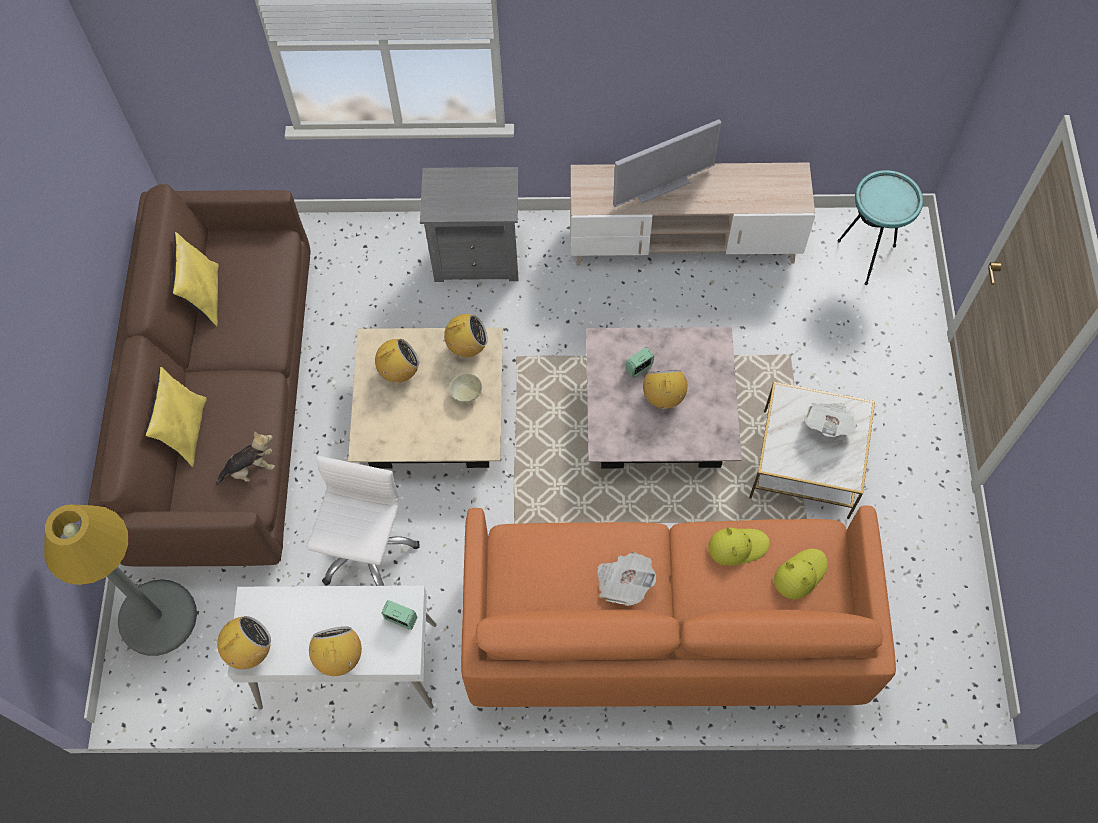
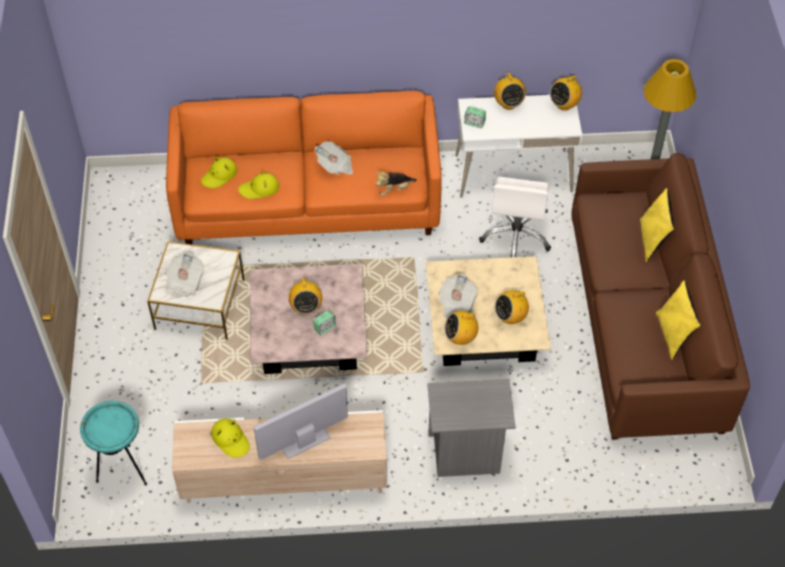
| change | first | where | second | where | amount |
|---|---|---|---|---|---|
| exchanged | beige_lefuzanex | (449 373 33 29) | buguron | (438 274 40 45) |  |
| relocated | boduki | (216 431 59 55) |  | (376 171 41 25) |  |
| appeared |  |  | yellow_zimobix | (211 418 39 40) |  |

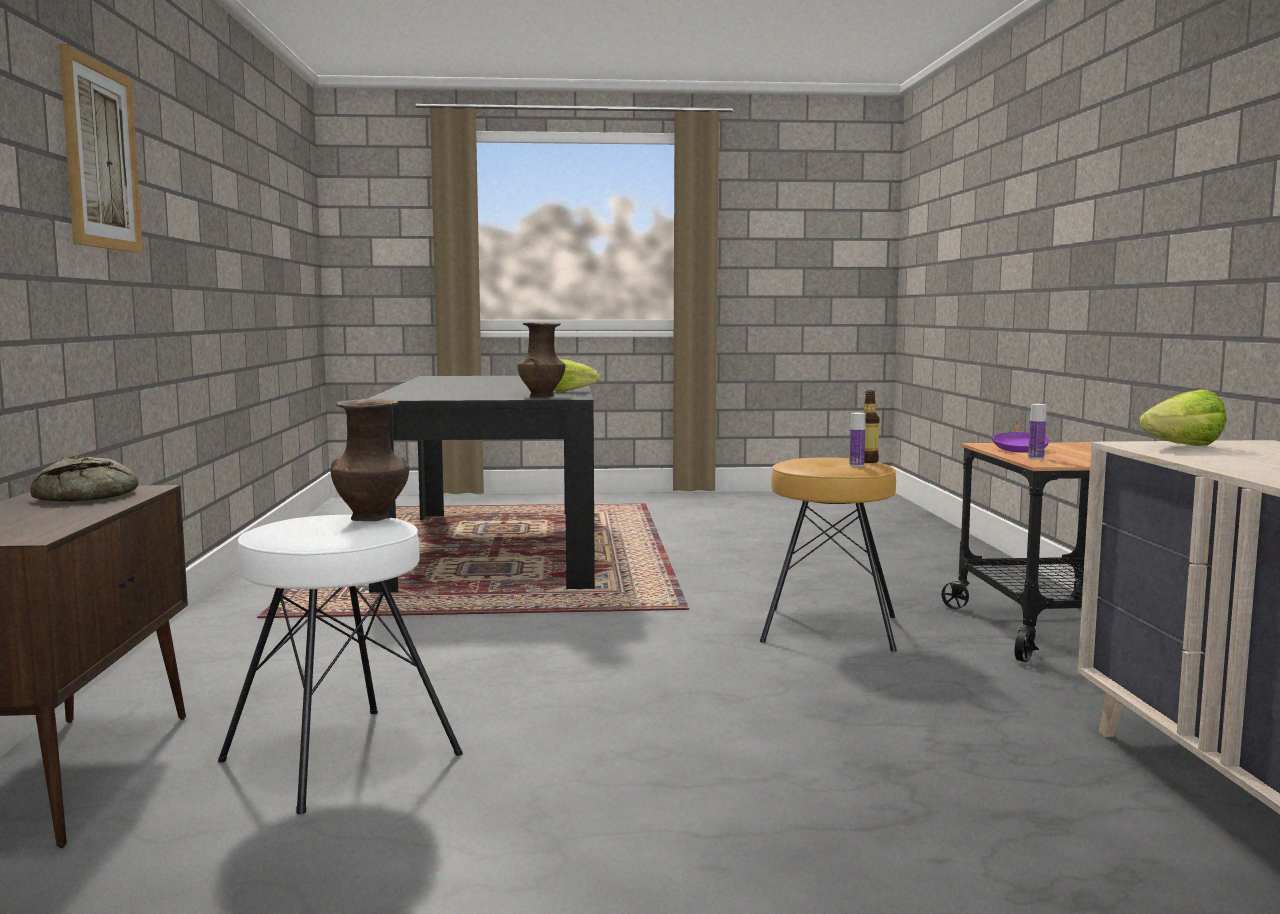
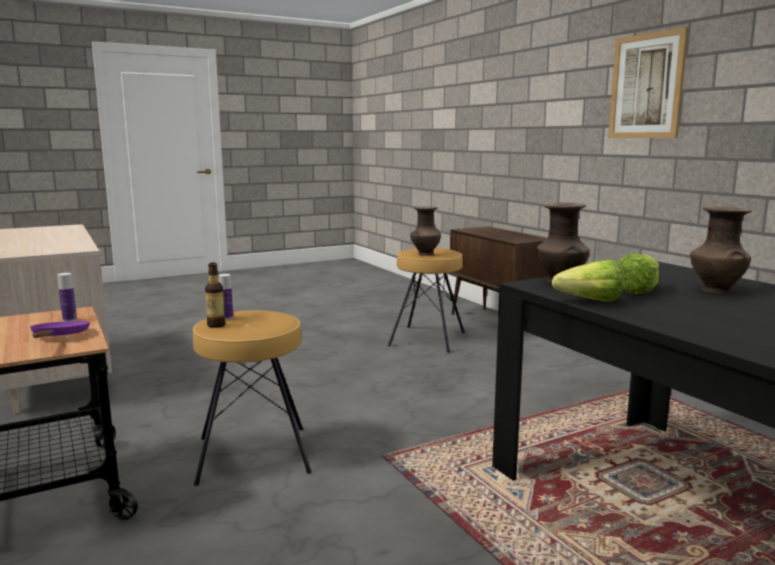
| change | first | where | second | where | amount |
|---|---|---|---|---|---|
| relocated | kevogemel | (1140 389 87 57) |  | (619 254 40 40) |  |
| missing | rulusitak | (30 456 108 46) |  |  |  |
| colour | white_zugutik | (218 515 245 299) | brown_zugutik | (388 248 77 105) |  |
| appeared |  |  | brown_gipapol | (690 206 62 88) |  |

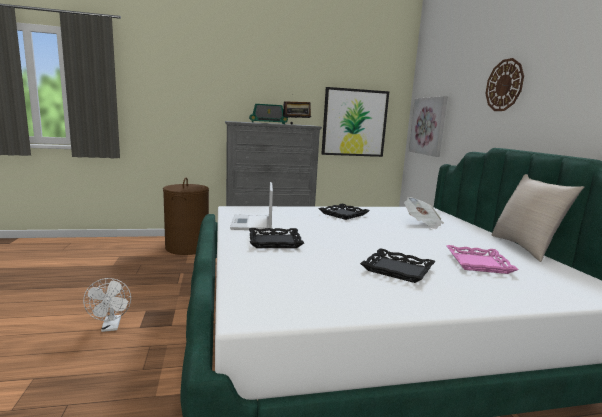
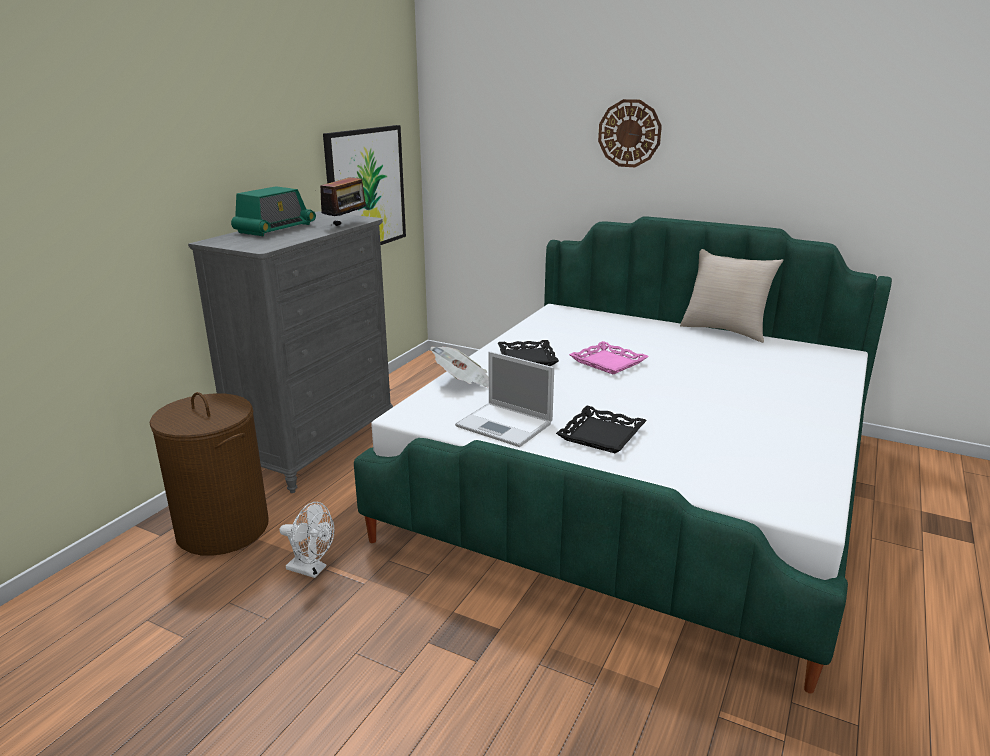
| change | first | where | second | where | amount |
|---|---|---|---|---|---|
| missing | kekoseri | (409 96 39 61) |  |  |  |
| relocated | buguron | (404 197 40 32) |  | (430 347 59 41) |  |
| relocated | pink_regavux | (446 245 73 29) |  | (569 341 80 34) |  |
| missing | black_regavux | (360 248 76 35) |  |  |  |
| relocated | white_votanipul | (83 278 48 54) |  | (279 502 55 76) |  |

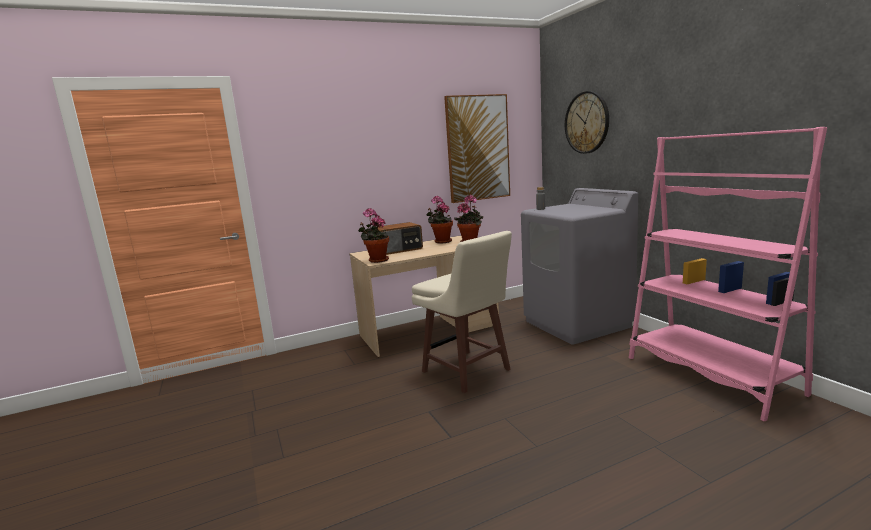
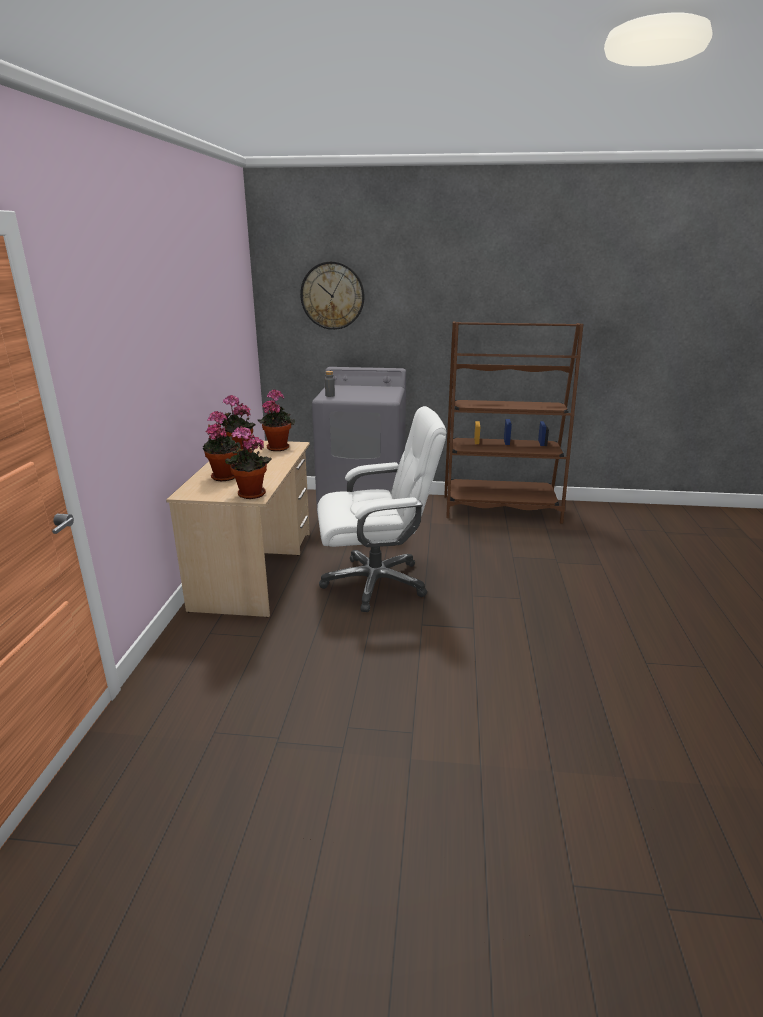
| change | first | where | second | where | amount |
|---|---|---|---|---|---|
| missing | kekoseri | (444 94 66 109) |  |  |  |
| colour | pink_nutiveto | (629 127 198 294) | brown_nutiveto | (444 322 139 202) |  |
| exchanged | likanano | (378 222 45 33) | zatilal | (202 411 39 71) |  |
| exchanged | beige_zugutik | (412 231 100 162) | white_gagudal | (317 406 130 206) |  |

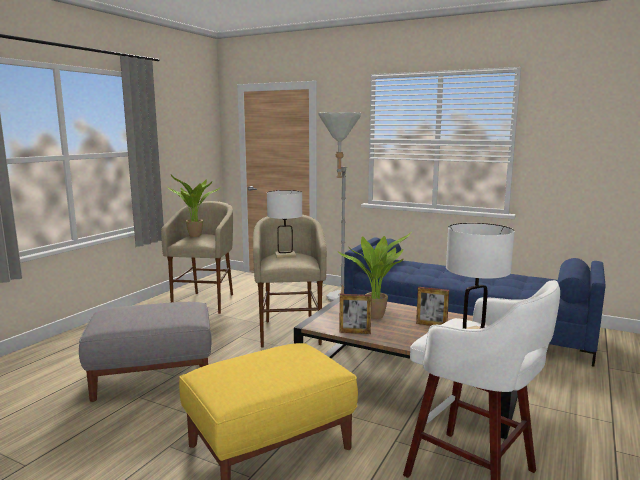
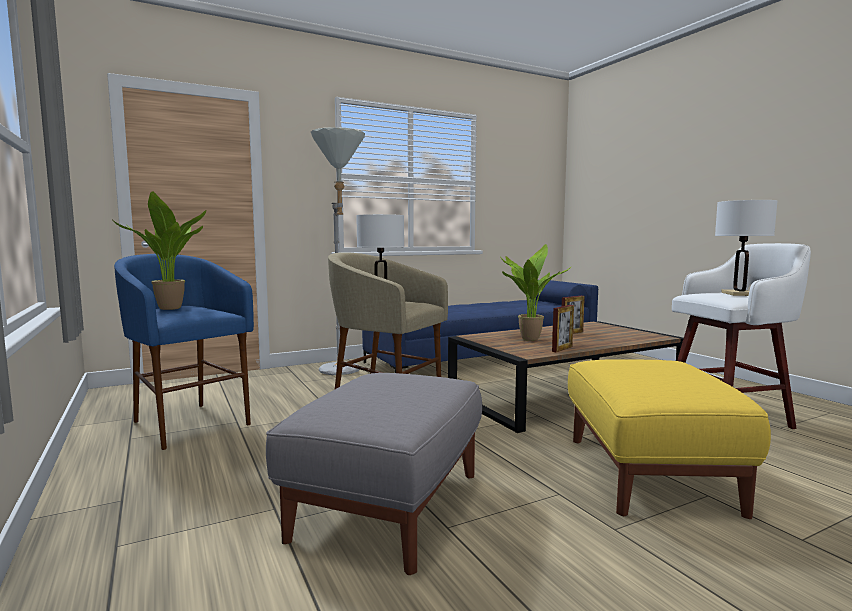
| change | first | where | second | where | amount |
|---|---|---|---|---|---|
| colour | beige_zugutik | (161 201 72 113) | blue_zugutik | (114 254 140 196) |  |

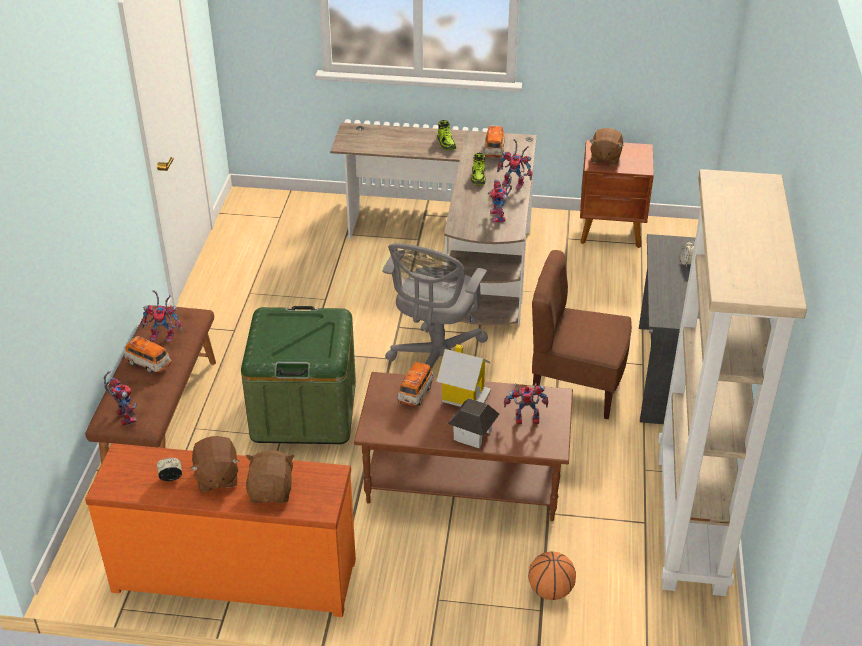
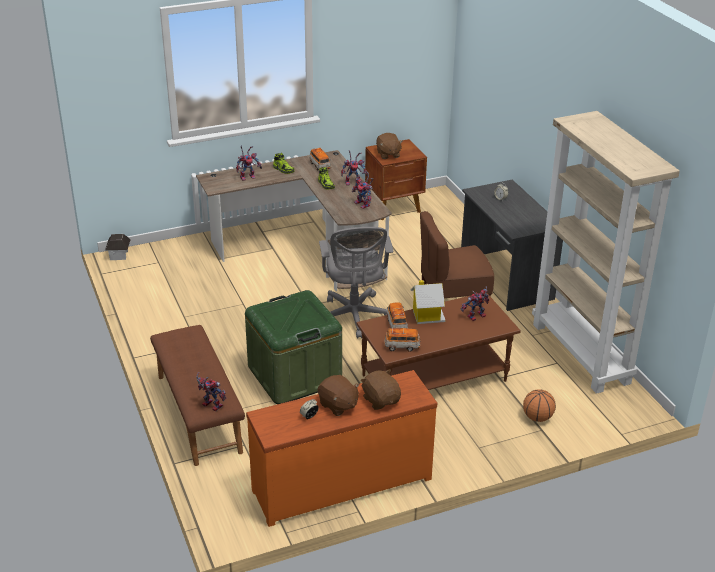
| change | first | where | second | where | amount |
|---|---|---|---|---|---|
| relocated | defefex | (141 290 41 52) |  | (236 145 26 36) |  |
| relocated | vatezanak | (124 336 47 37) |  | (384 327 37 25) |  |
| relocated | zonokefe | (448 398 51 50) |  | (105 234 26 26) |  |

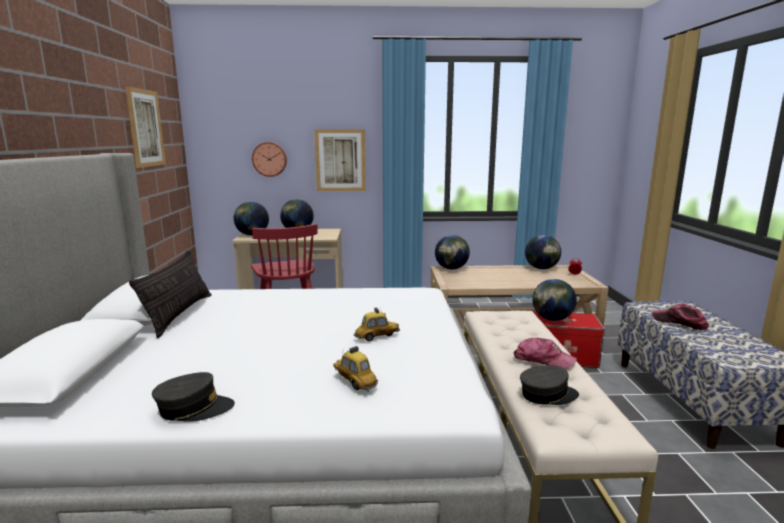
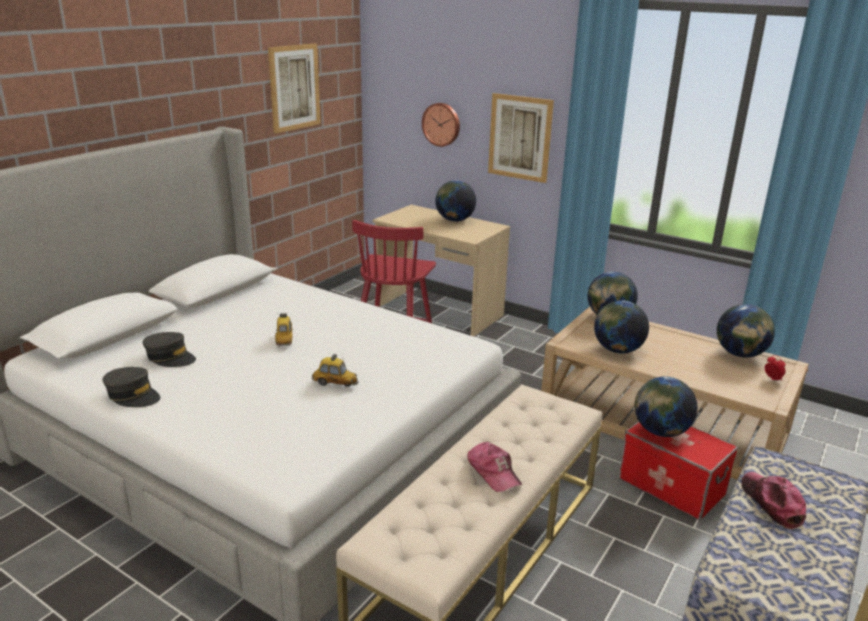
| change | first | where | second | where | amount |
|---|---|---|---|---|---|
| relocated | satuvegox | (234 202 35 34) |  | (594 300 55 54) |  |
| missing | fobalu | (129 250 83 88) |  |  |  |
| relocated | vatezanak | (333 346 45 45) |  | (275 313 18 34) |  |
| relocated | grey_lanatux | (520 365 59 40) |  | (143 332 53 35) |  |

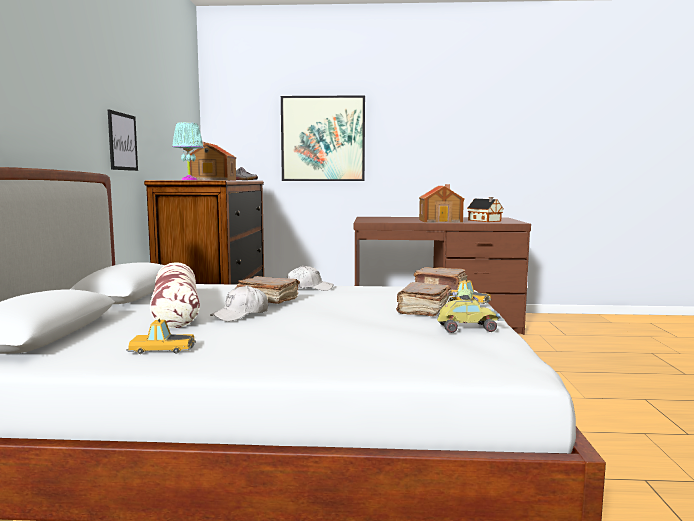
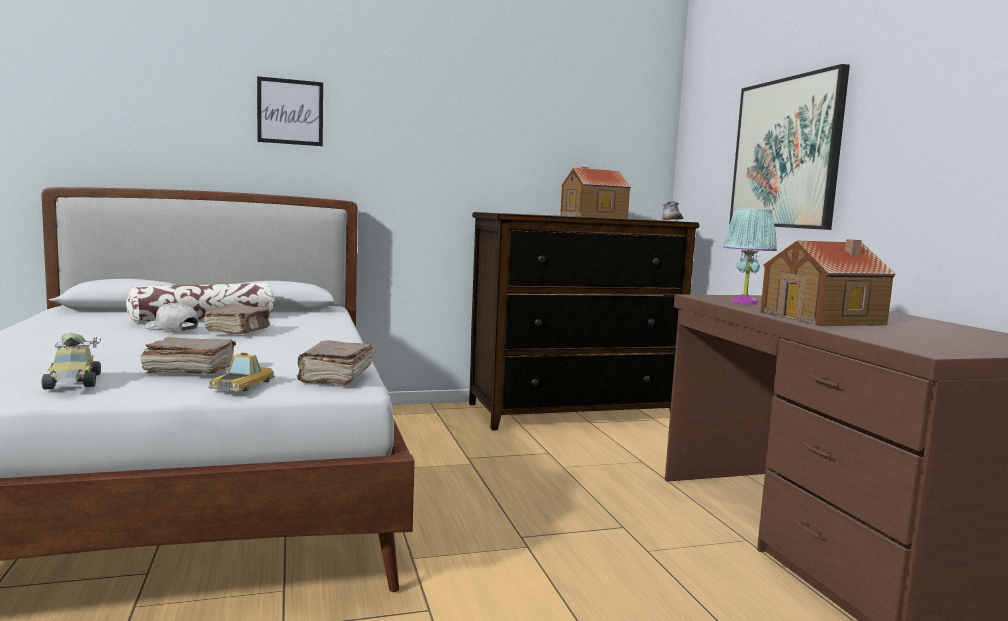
| change | first | where | second | where | amount |
|---|---|---|---|---|---|
| relocated | kekoseri | (108 110 30 61) |  | (257 76 66 70) |  |
| relocated | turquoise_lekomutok | (172 122 32 58) |  | (723 208 54 97) |  |
| missing | zonokefe | (467 197 36 25) |  |  |  |
| missing | white_lanatux | (287 265 47 26) |  |  |  |
| missing | vatezanak | (126 319 70 35) |  |  |  |

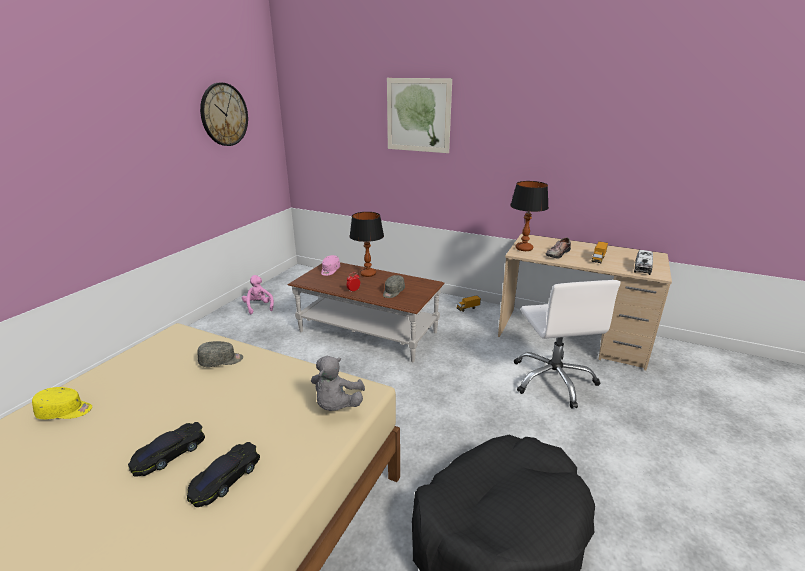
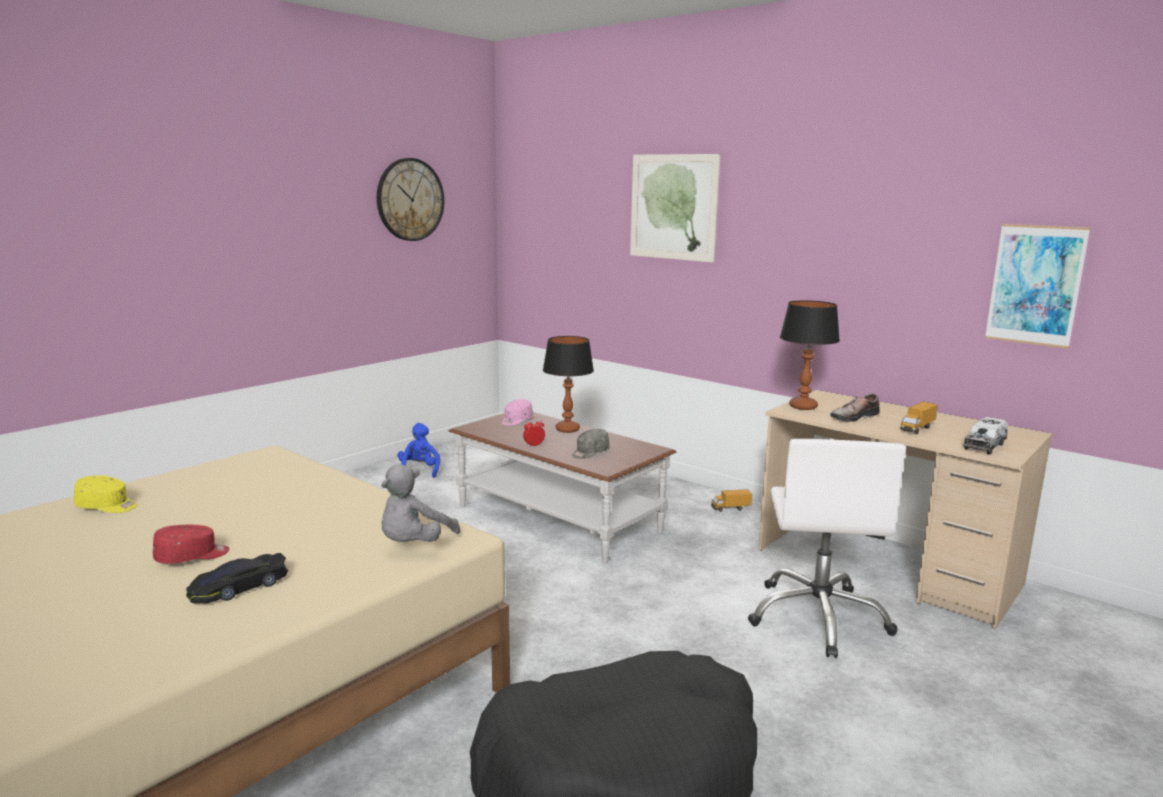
| change | first | where | second | where | amount |
|---|---|---|---|---|---|
| colour | pink_boduki | (242 275 32 39) | blue_boduki | (398 423 42 55) |  |
| missing | grey_lanatux | (198 341 45 26) |  |  |  |
| exchanged | black_vatezanak | (128 422 77 54) | red_lanatux | (153 525 76 39) |  |
| appeared |  |  | kekoseri | (985 224 105 125) |  |

